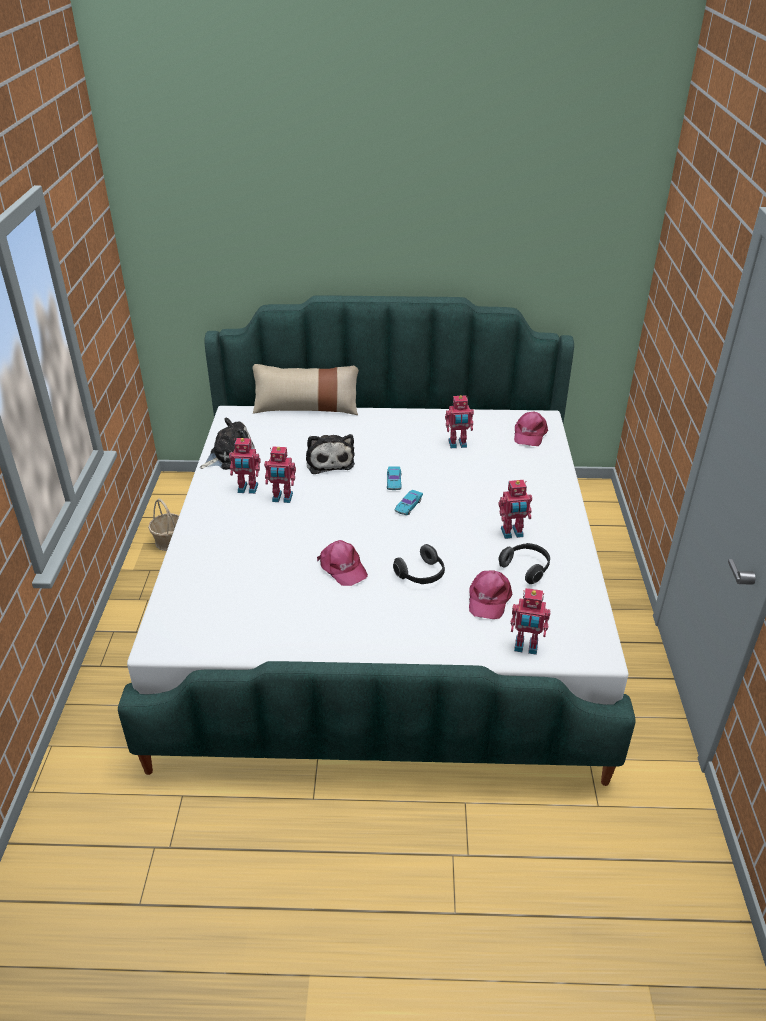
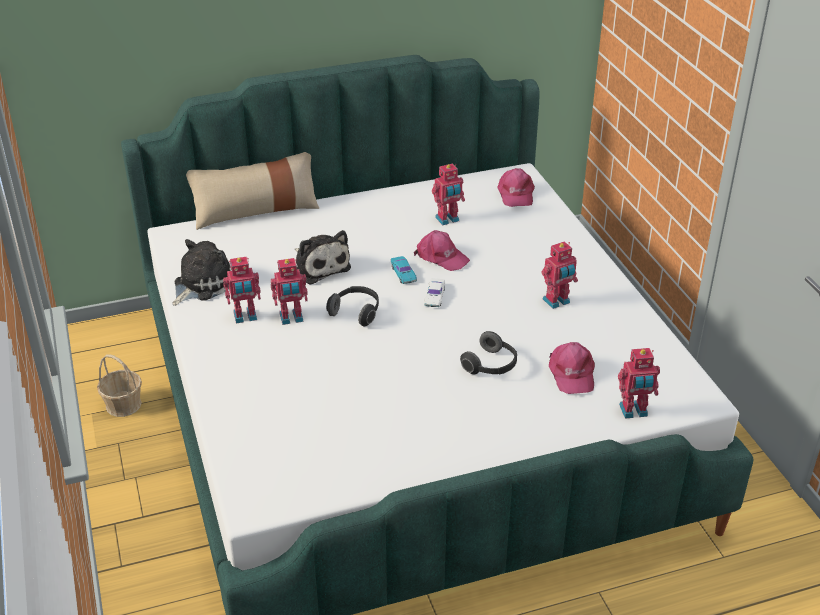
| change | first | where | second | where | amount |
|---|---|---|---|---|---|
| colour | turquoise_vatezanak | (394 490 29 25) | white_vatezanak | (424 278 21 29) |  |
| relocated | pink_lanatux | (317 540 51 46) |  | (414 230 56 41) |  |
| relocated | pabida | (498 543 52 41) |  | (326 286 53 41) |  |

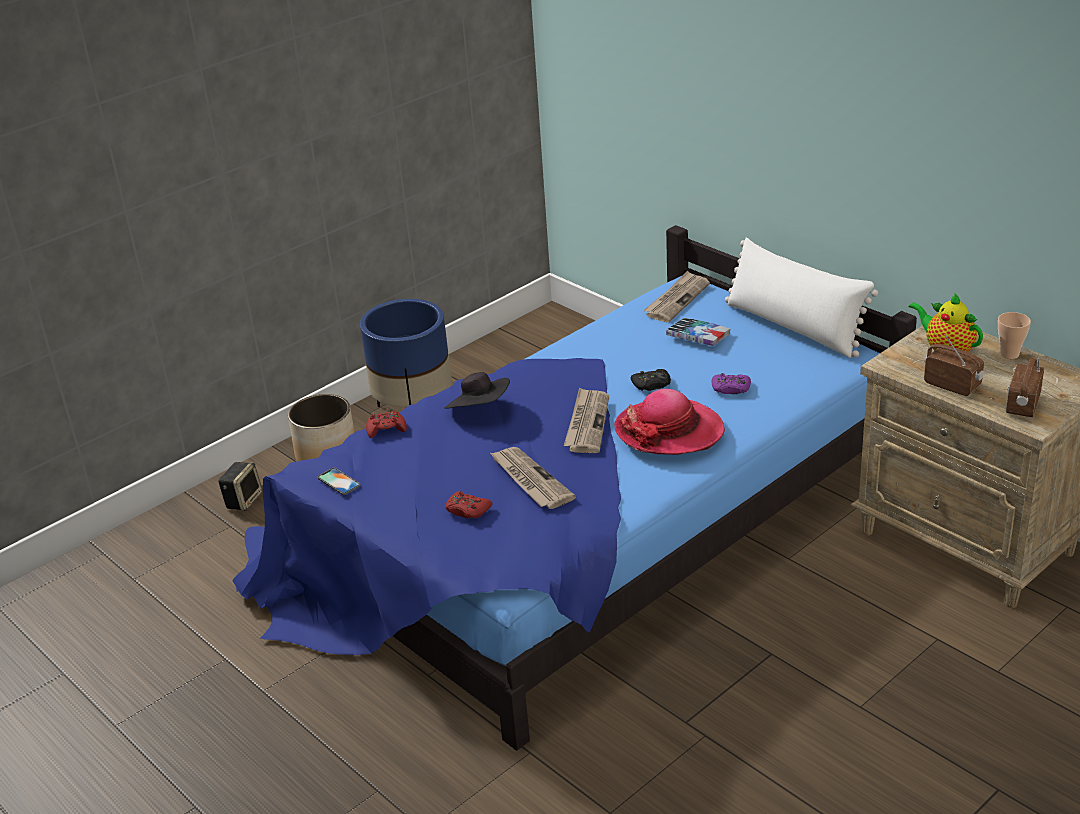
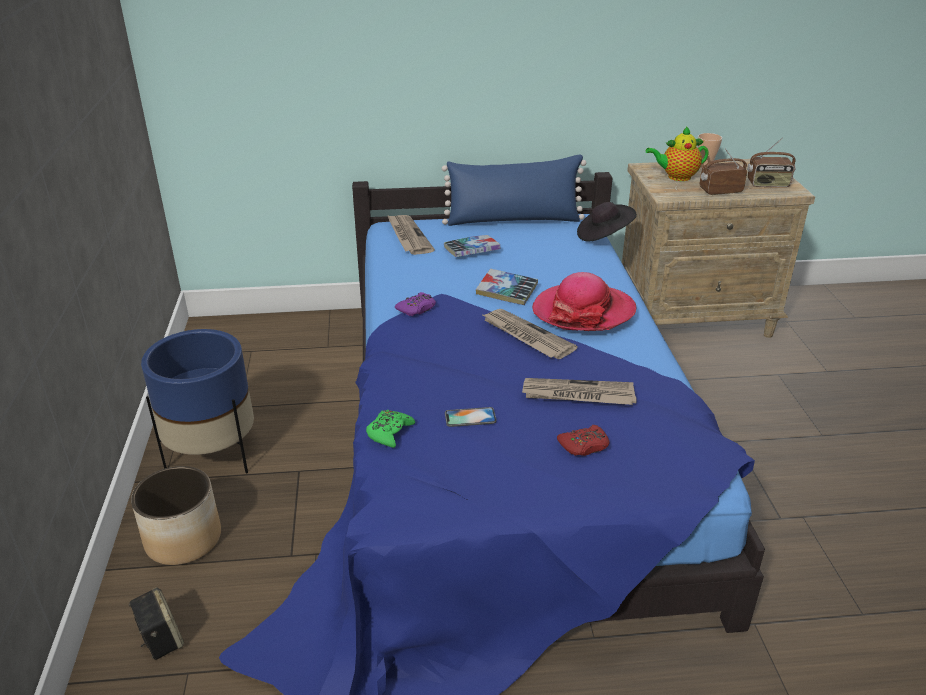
| change | first | where | second | where | amount |
|---|---|---|---|---|---|
| colour | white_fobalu | (725 238 153 120) | blue_fobalu | (442 154 144 72) |  |
| spun | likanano | (1006 358 38 59) |  | (747 138 49 49) | 60 degrees counterclockwise |
| exchanged | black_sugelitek | (631 369 40 22) | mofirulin | (476 269 62 36) |  |
| relocated | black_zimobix | (445 372 65 37) |  | (577 202 60 39) |  |
| relocated | purple_sugelitek | (711 373 40 21) |  | (395 292 41 24) |  |
| colour | red_sugelitek | (366 411 41 27) | green_sugelitek | (366 410 49 38) |  |
| relocated | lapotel | (318 468 42 27) |  | (445 407 51 20) |  |

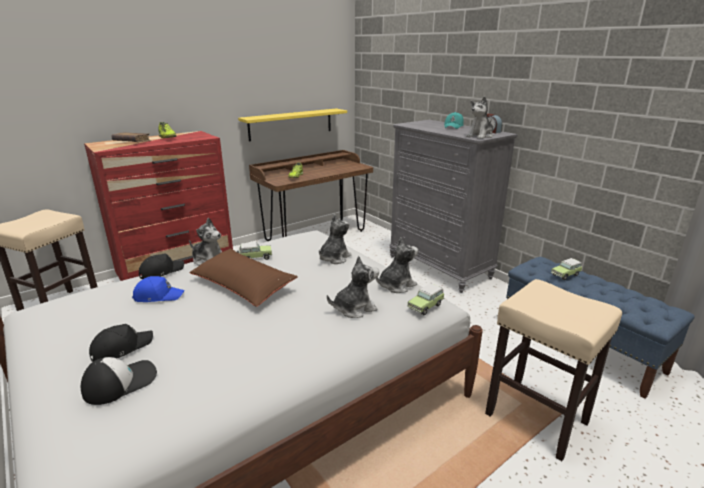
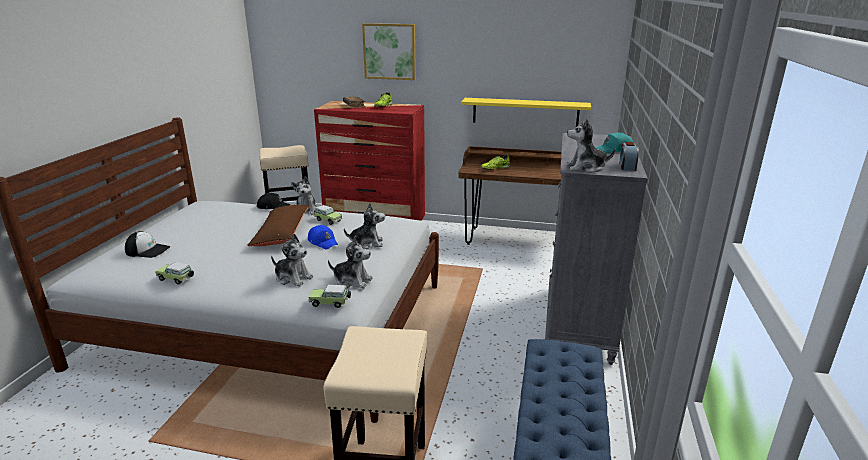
| change | first | where | second | where | amount |
|---|---|---|---|---|---|
| relocated | vatezanak | (551 258 31 22) |  | (155 262 39 22) |  |
| relocated | blue_lanatux | (132 276 52 26) |  | (308 225 30 24) |  |
| missing | black_lanatux | (89 324 64 37) |  |  |  |
| appeared |  |  | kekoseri | (362 23 54 57) |  |

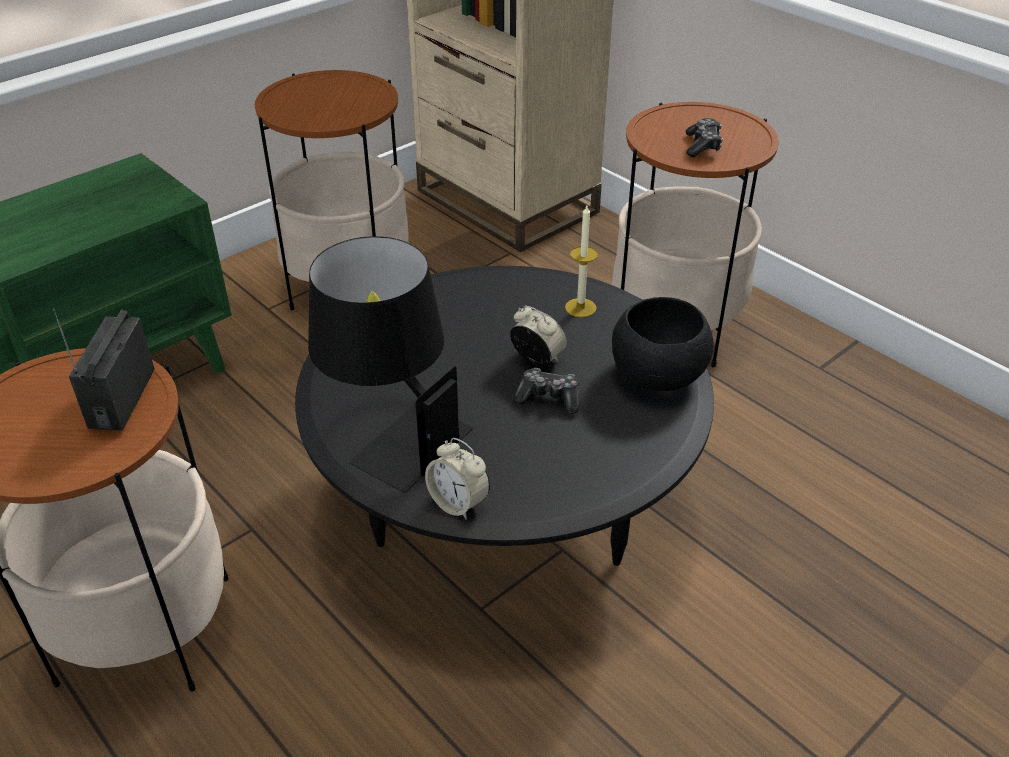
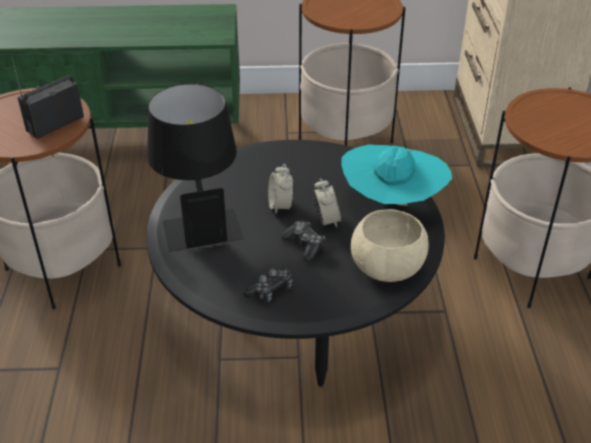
| change | first | where | second | where | amount |
|---|---|---|---|---|---|
| relocated | sugelitek | (686 118 37 39) |  | (243 268 50 34) |  |
| exchanged | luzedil | (565 206 33 112) | turquoise_zimobix | (341 145 111 61) |  |
| colour | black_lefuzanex | (612 297 102 94) | beige_lefuzanex | (351 209 78 73) |  |
| relocated | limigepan | (425 438 65 82) |  | (268 164 26 50) |  |

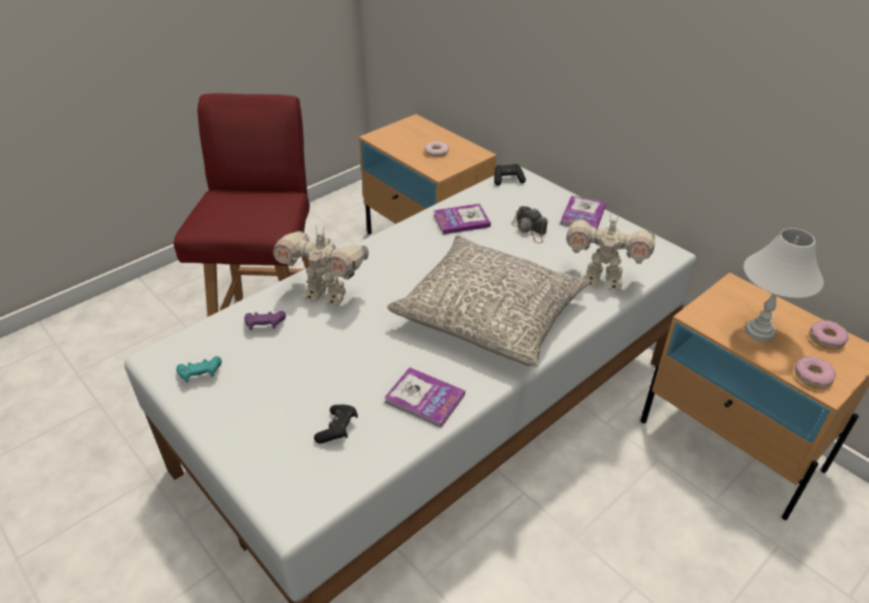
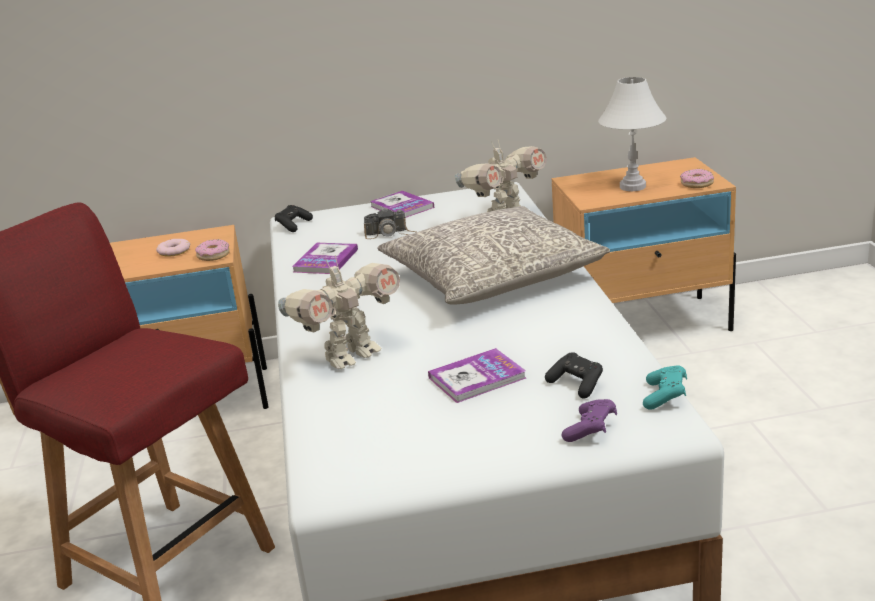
| change | first | where | second | where | amount |
|---|---|---|---|---|---|
| relocated | purple_sugelitek | (244 311 42 19) |  | (562 399 55 43) |  |
| relocated | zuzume | (809 320 40 30) |  | (195 239 35 22) |  |
| relocated | turquoise_sugelitek | (176 356 46 27) |  | (643 365 44 45) |  |
| relocated | mofirulin | (384 367 81 61) |  | (428 348 98 55) |  |

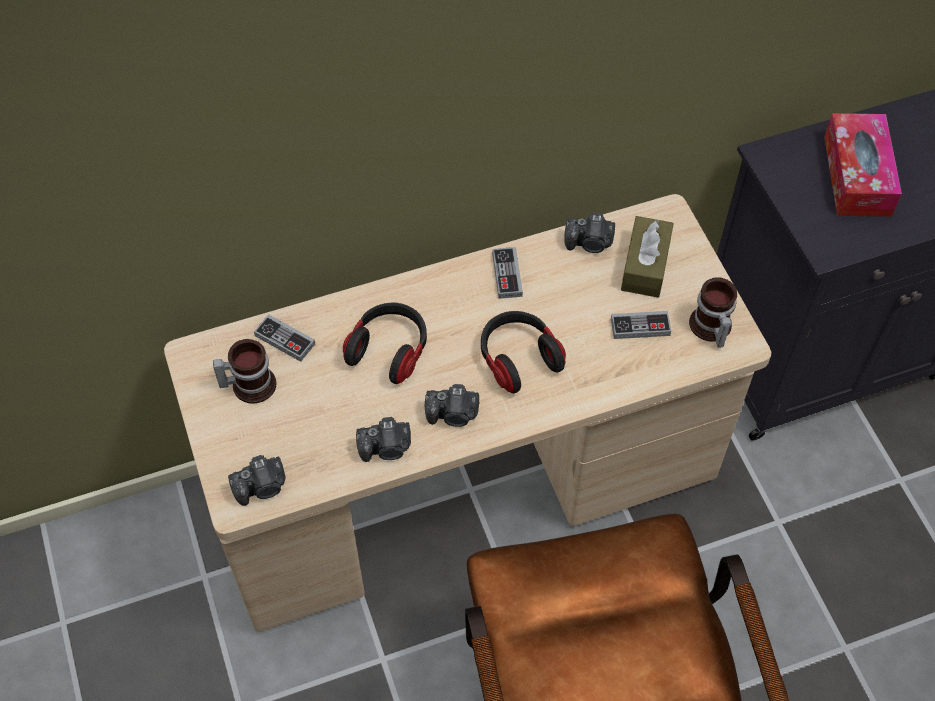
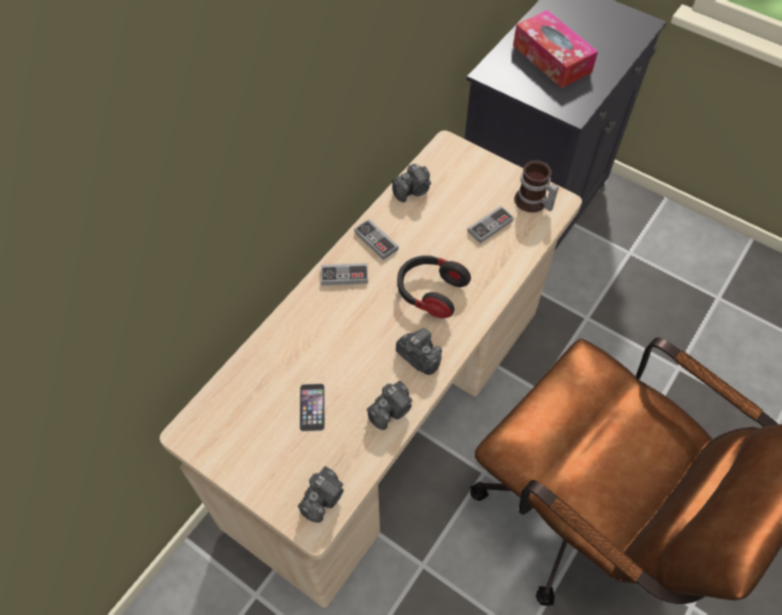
| change | first | where | second | where | amount |
|---|---|---|---|---|---|
| missing | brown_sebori | (621 216 53 82) |  |  |  |
| missing | pabida | (343 303 84 81) |  |  |  |
| relocated | sugelitek | (254 314 61 48) |  | (321 263 47 22) |  |
| missing | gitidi | (213 339 63 65) |  |  |  |
| spun | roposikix | (425 384 54 43) |  | (396 328 46 47) | 105 degrees counterclockwise |
| appeared |  |  | lapotel | (299 384 26 48) |  |

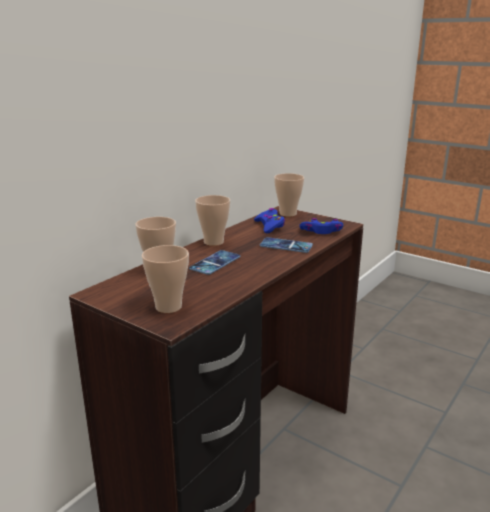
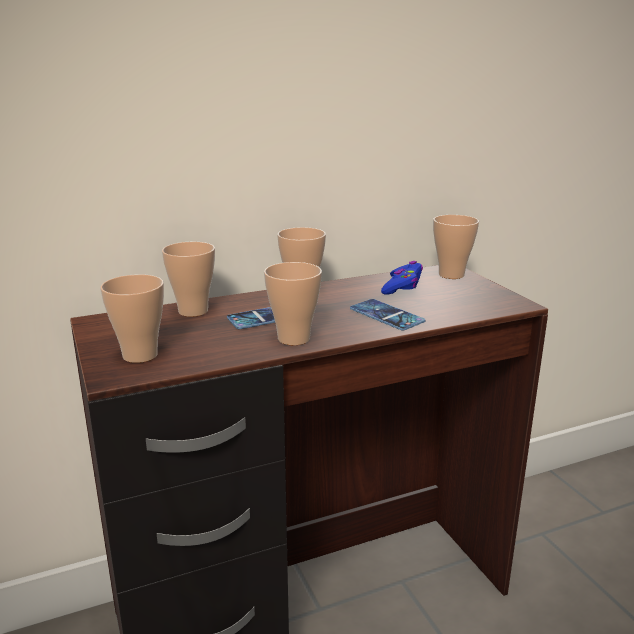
| change | first | where | second | where | amount |
|---|---|---|---|---|---|
| missing | blue_sugelitek | (299 218 44 16) |  |  |  |
| appeared |  |  | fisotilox | (264 262 58 83) |  |

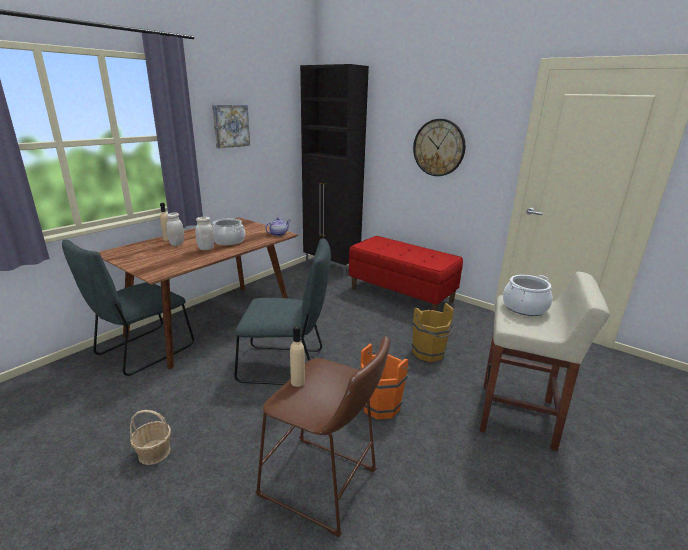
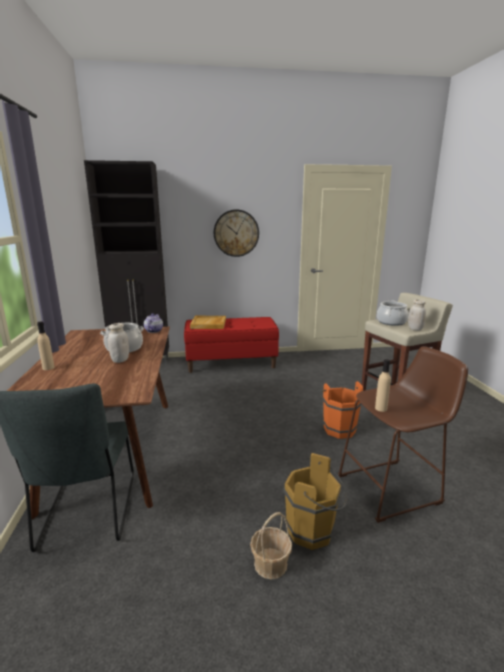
| change | first | where | second | where | amount |
|---|---|---|---|---|---|
| missing | kekoseri | (212 105 38 43) |  |  |  |
| relocated | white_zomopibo | (166 212 18 34) |  | (408 300 18 31) |  |
| missing | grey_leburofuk | (234 238 97 147) |  |  |  |
| relocated | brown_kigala | (412 303 43 59) |  | (283 453 65 97) |  |
| appeared |  |  | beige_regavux | (190 316 36 13) |  |

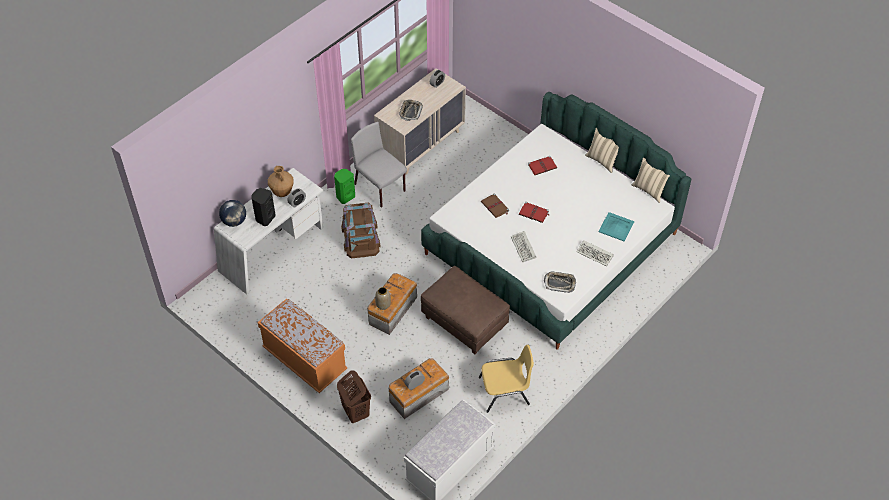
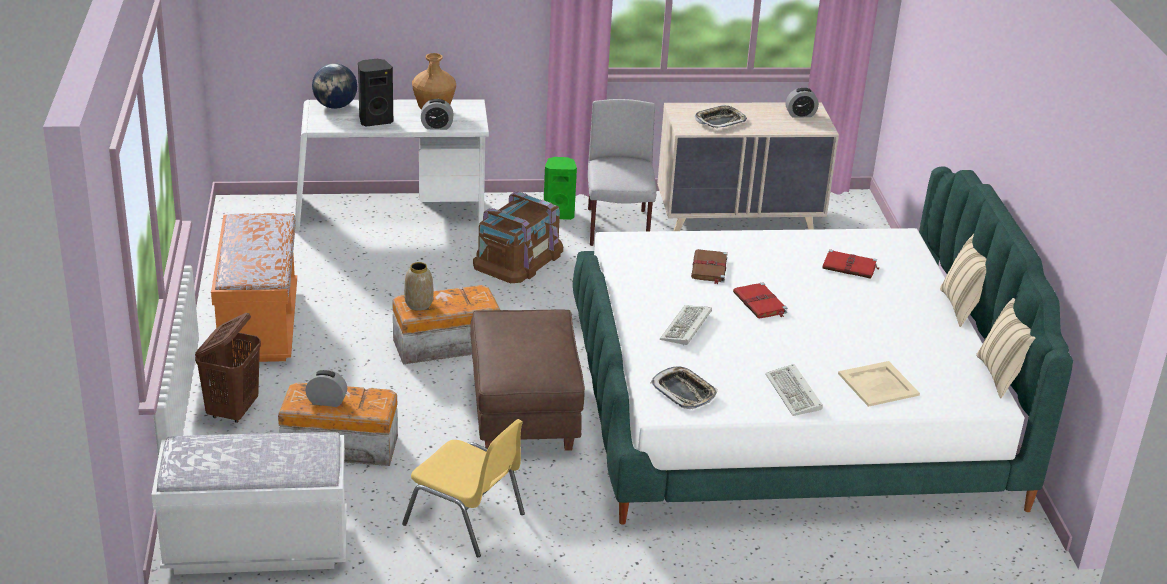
| change | first | where | second | where | amount |
|---|---|---|---|---|---|
| colour | turquoise_regavux | (598 212 36 29) | beige_regavux | (838 361 82 46) |  |

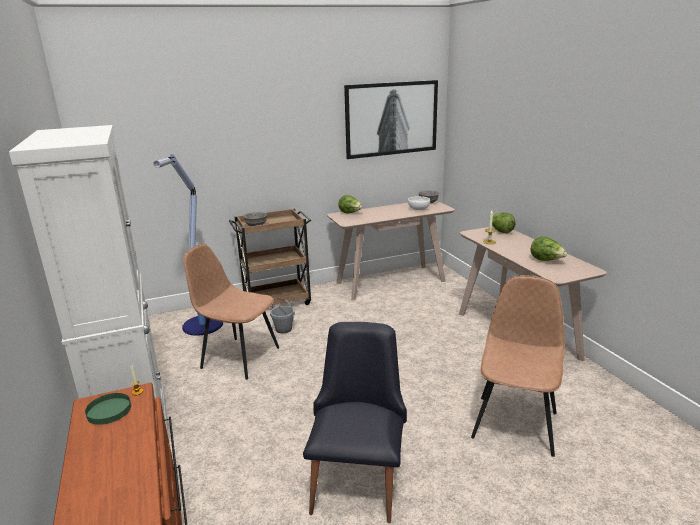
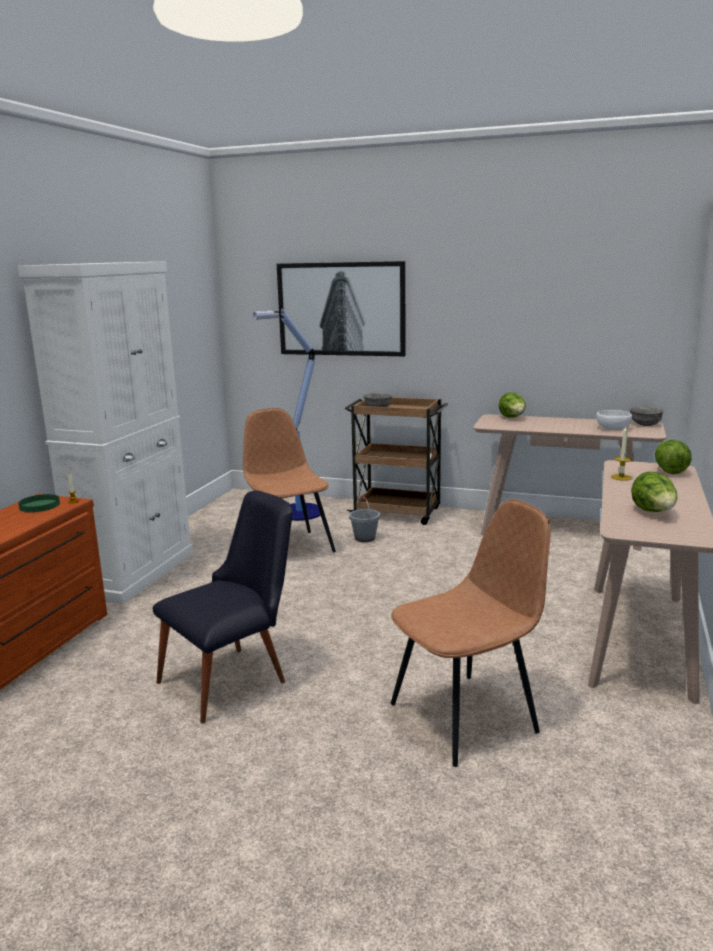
| change | first | where | second | where | amount |
|---|---|---|---|---|---|
| relocated | kekoseri | (344 80 94 79) |  | (277 261 129 95) |  |

